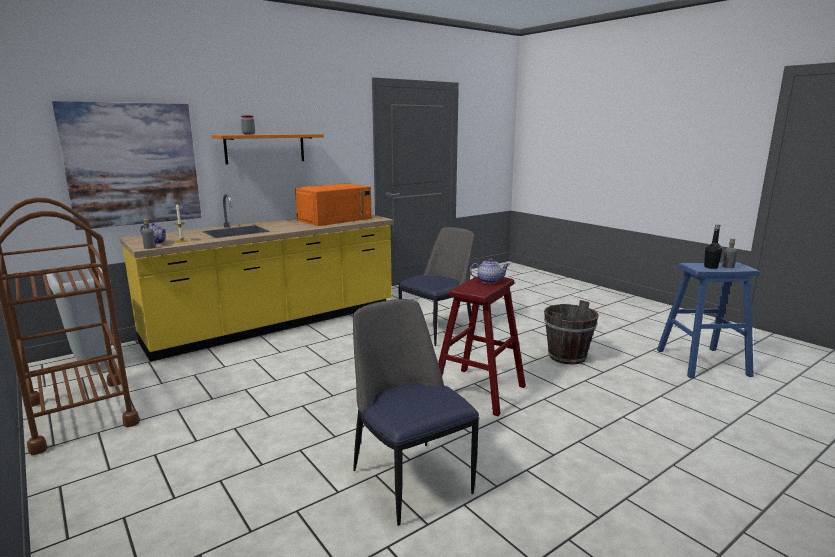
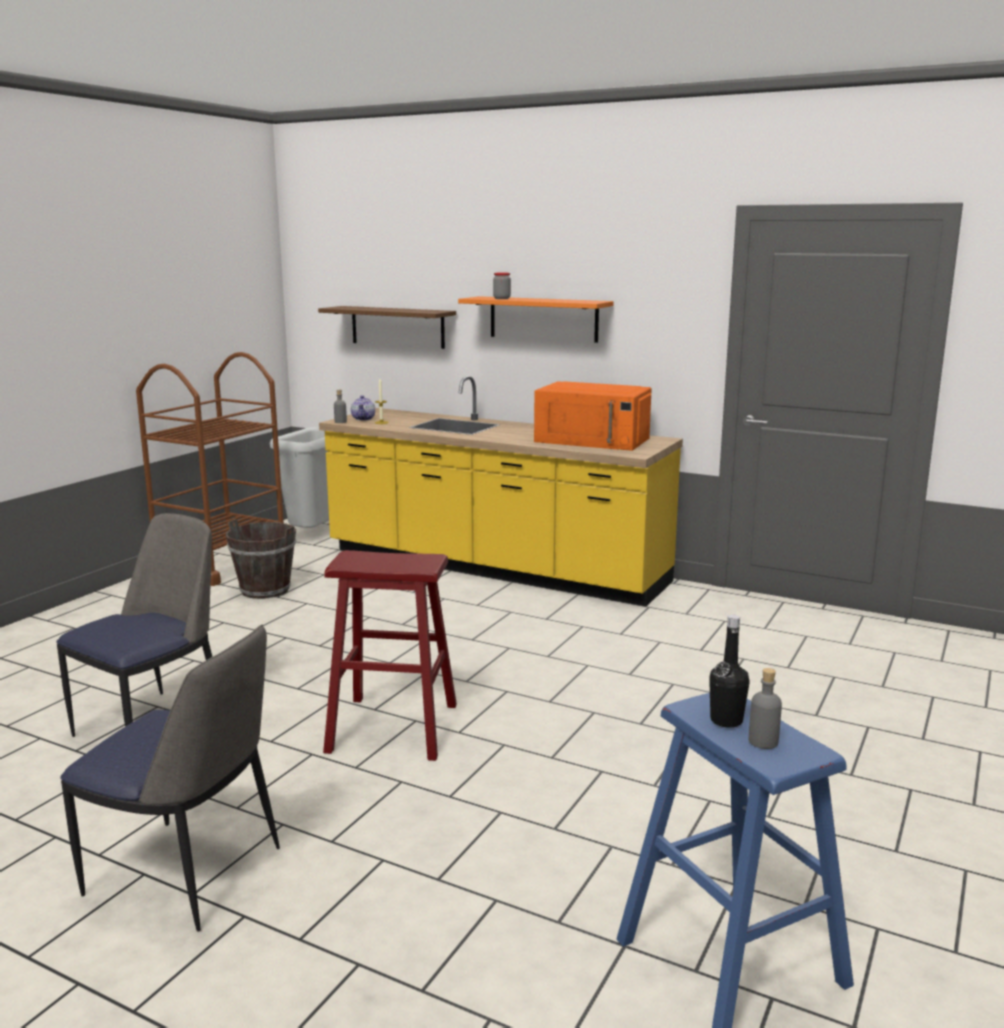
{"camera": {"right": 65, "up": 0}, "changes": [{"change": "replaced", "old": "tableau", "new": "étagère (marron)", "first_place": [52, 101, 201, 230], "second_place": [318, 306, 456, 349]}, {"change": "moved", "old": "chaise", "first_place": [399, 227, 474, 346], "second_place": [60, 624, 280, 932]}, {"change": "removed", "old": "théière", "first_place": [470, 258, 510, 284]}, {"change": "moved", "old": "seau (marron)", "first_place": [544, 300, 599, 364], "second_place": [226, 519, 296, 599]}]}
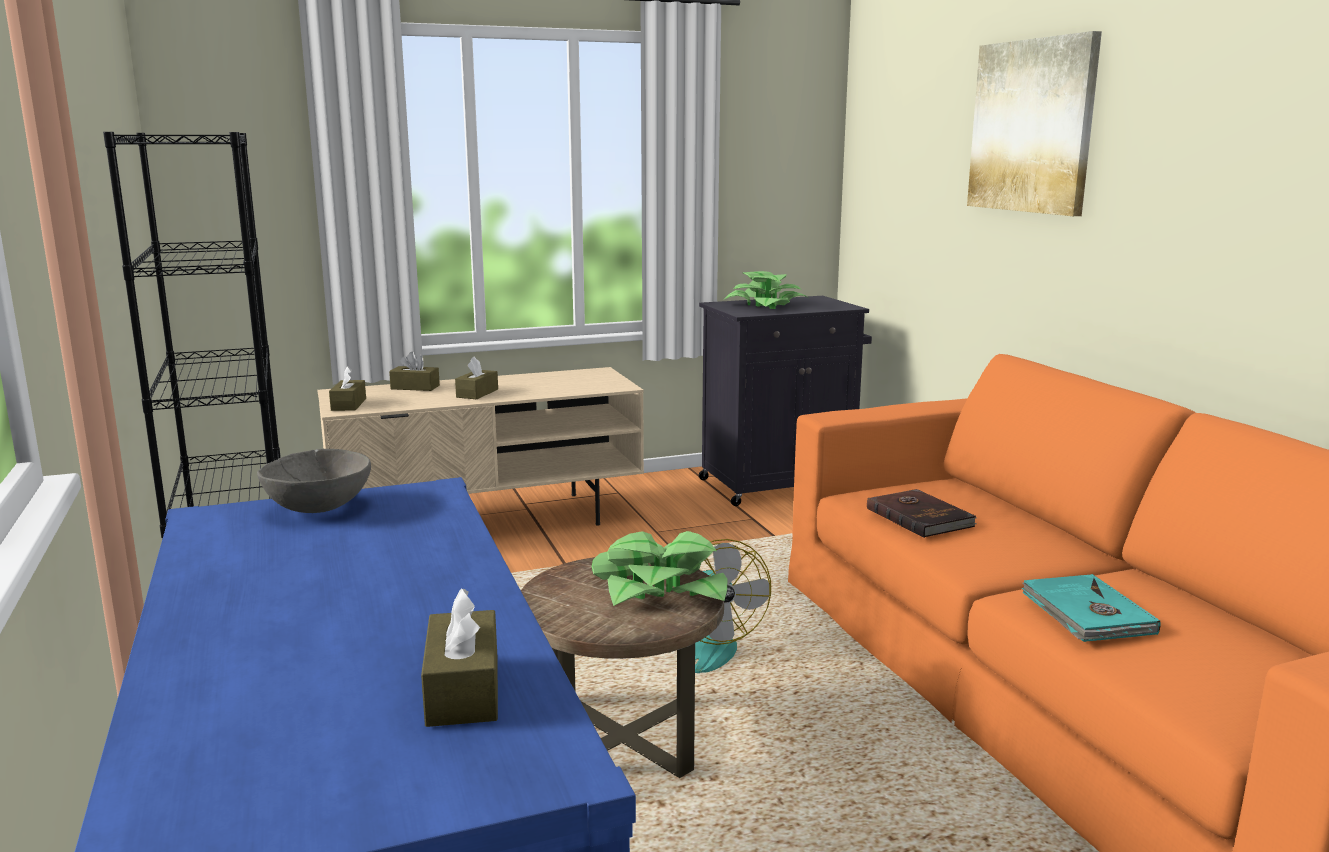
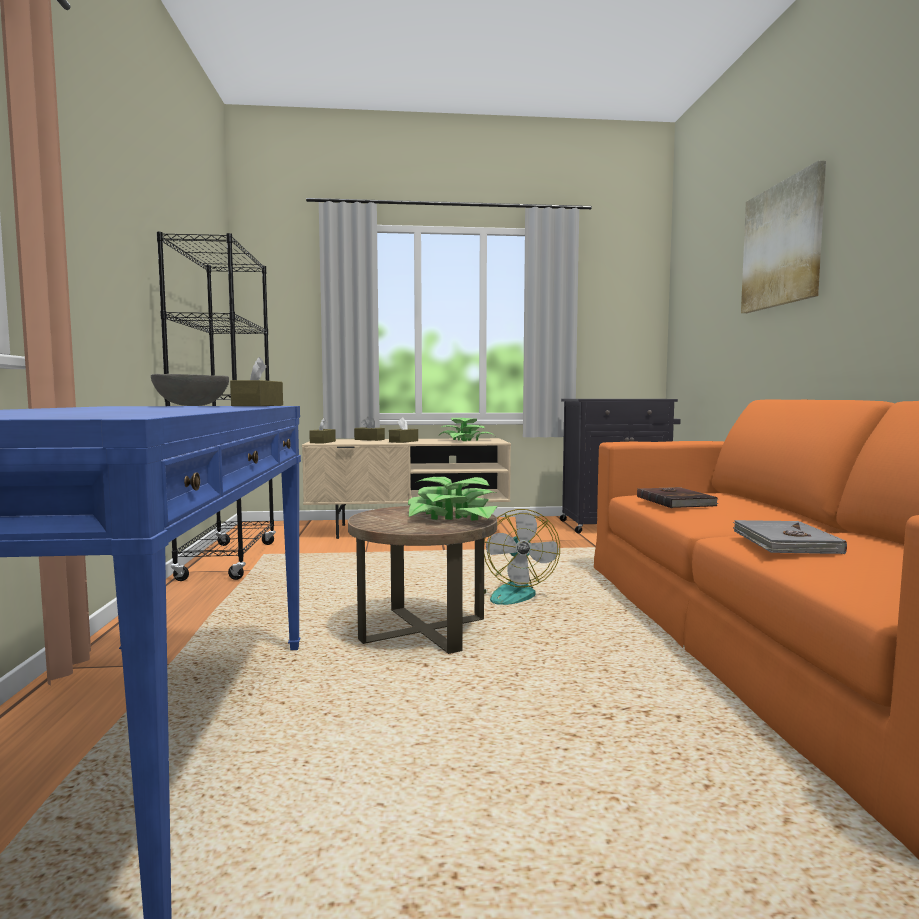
{"camera": {"right": 15, "up": -10}, "changes": [{"change": "moved", "old": "plante en pot", "first_place": [725, 271, 808, 309], "second_place": [438, 418, 495, 441]}, {"change": "recoloured", "old": "livre (turquoise)", "new": "livre (gris)", "first_place": [1021, 574, 1161, 642], "second_place": [733, 520, 847, 554]}, {"change": "moved", "old": "boîte à mouchoirs (marron)", "first_place": [421, 588, 498, 727], "second_place": [230, 357, 283, 406]}]}
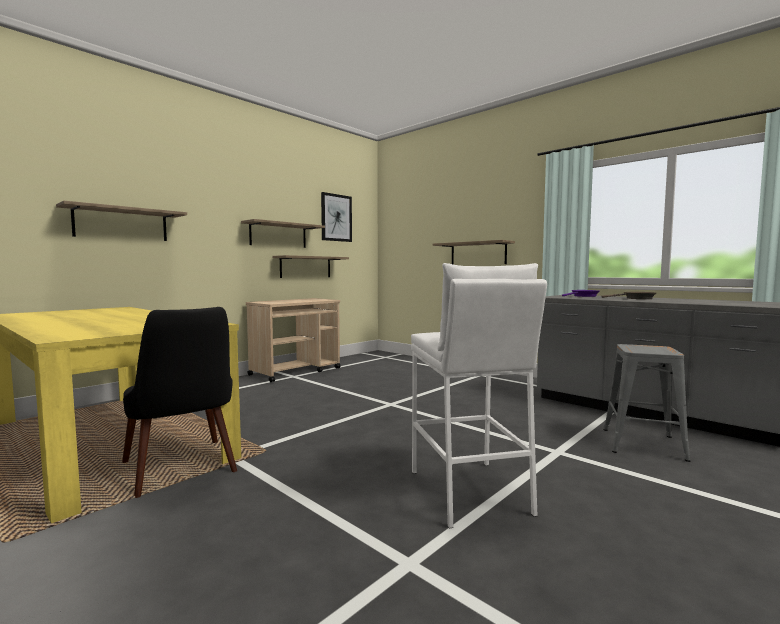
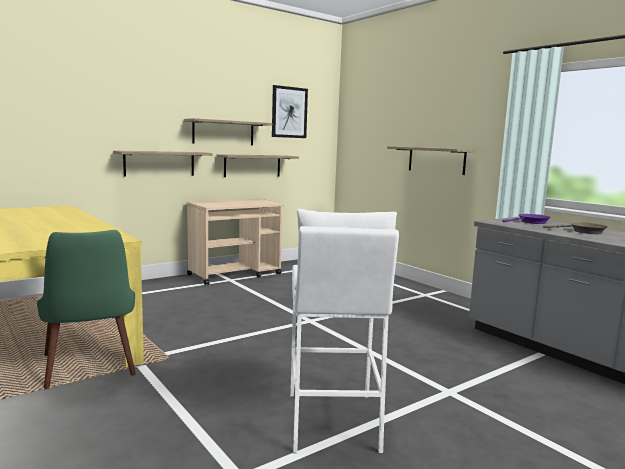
{"camera": {"right": 10, "up": 5}, "changes": [{"change": "moved", "old": "étagère", "first_place": [56, 201, 187, 241], "second_place": [113, 151, 213, 177]}, {"change": "recoloured", "old": "chaise (noir)", "new": "chaise (vert)", "first_place": [122, 307, 237, 498], "second_place": [37, 230, 136, 389]}, {"change": "removed", "old": "tabouret (gris)", "first_place": [604, 344, 691, 462]}]}
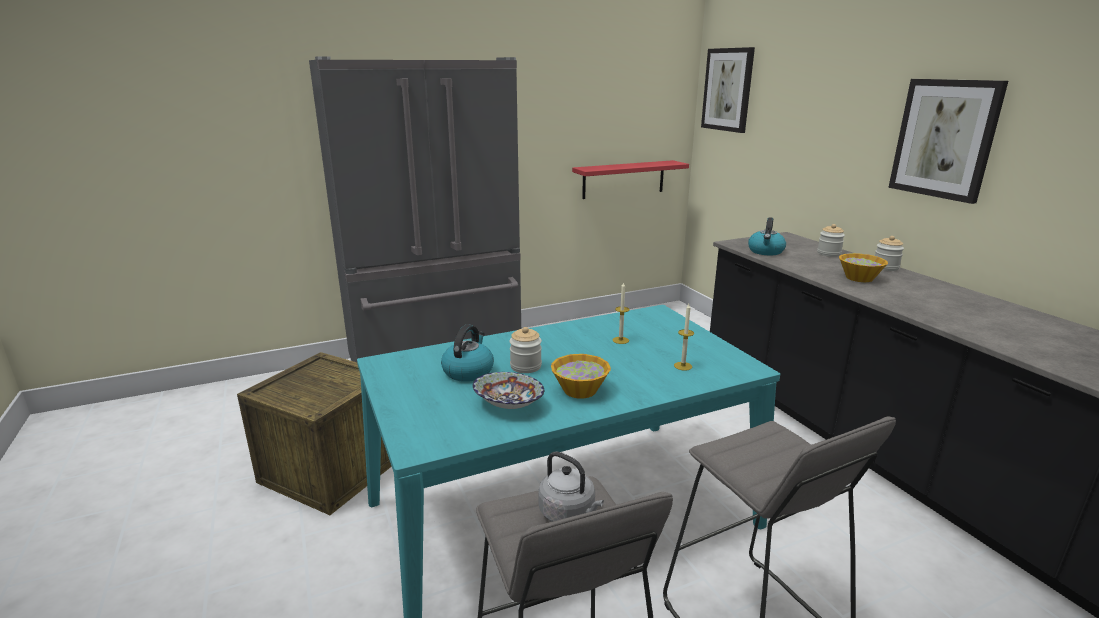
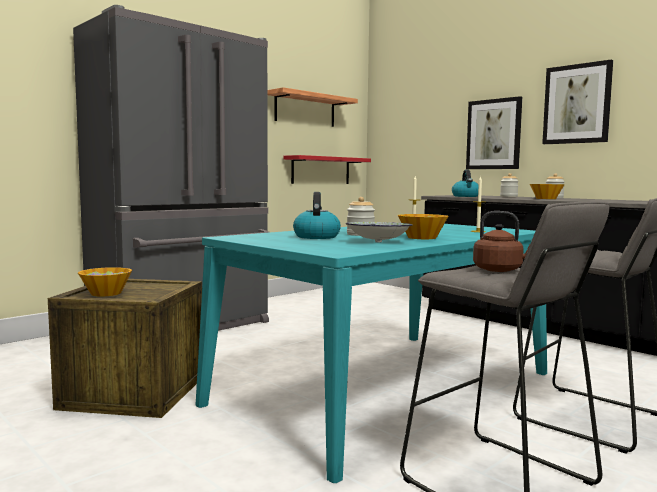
{"camera": {"right": -20, "up": -15}, "changes": [{"change": "moved", "old": "tableau", "first_place": [701, 47, 755, 133], "second_place": [466, 96, 522, 169]}, {"change": "recoloured", "old": "bouilloire (gris)", "new": "bouilloire (marron)", "first_place": [538, 451, 604, 522], "second_place": [473, 211, 531, 272]}, {"change": "added", "new": "étagère", "second_place": [267, 87, 358, 127]}, {"change": "added", "new": "bol", "second_place": [78, 267, 132, 296]}]}
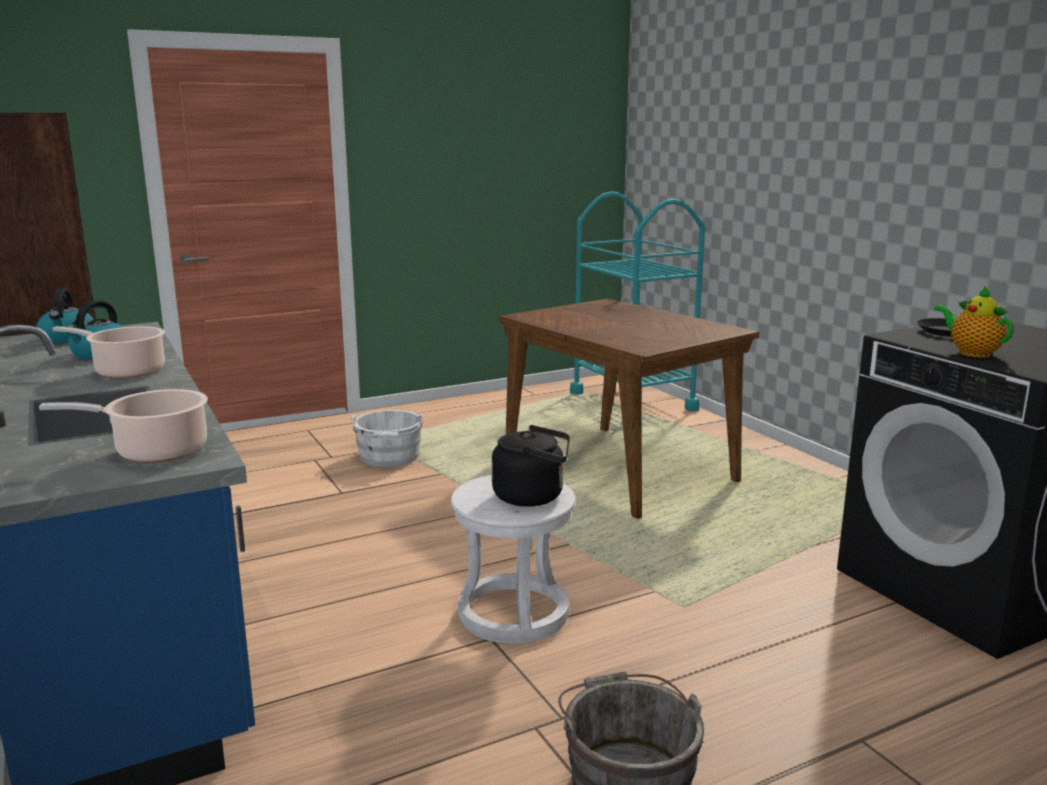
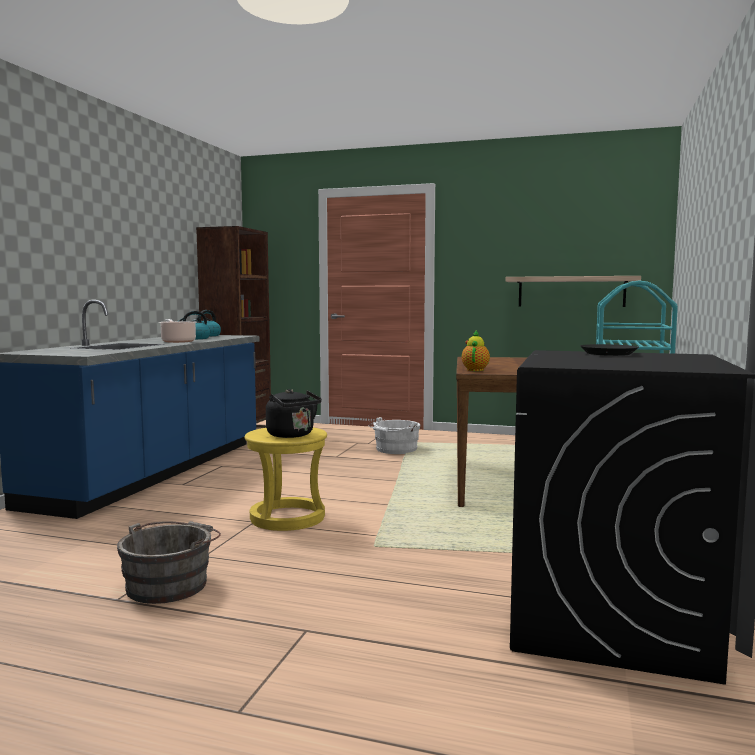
{"camera": {"right": 45, "up": -10}, "changes": [{"change": "moved", "old": "théière", "first_place": [934, 286, 1013, 358], "second_place": [462, 330, 490, 371]}, {"change": "removed", "old": "marmite", "first_place": [39, 389, 208, 463]}, {"change": "recoloured", "old": "tabouret (blanc)", "new": "tabouret (jaune)", "first_place": [451, 475, 576, 644], "second_place": [244, 427, 327, 531]}, {"change": "added", "new": "étagère", "second_place": [505, 276, 641, 307]}]}
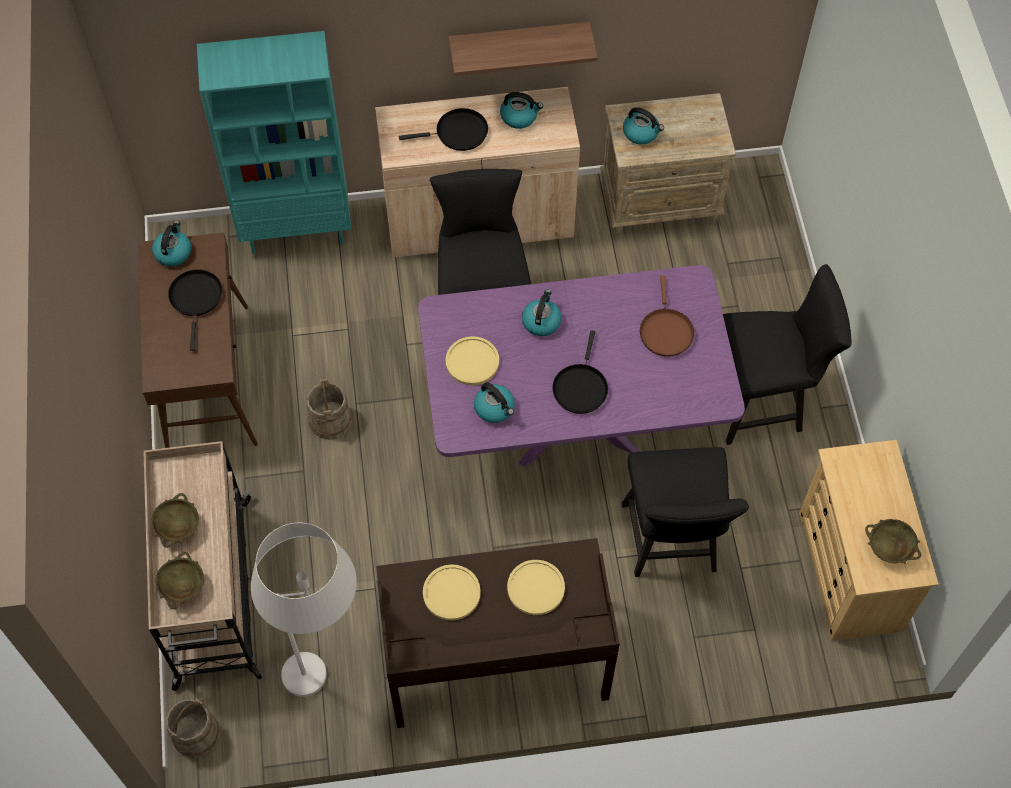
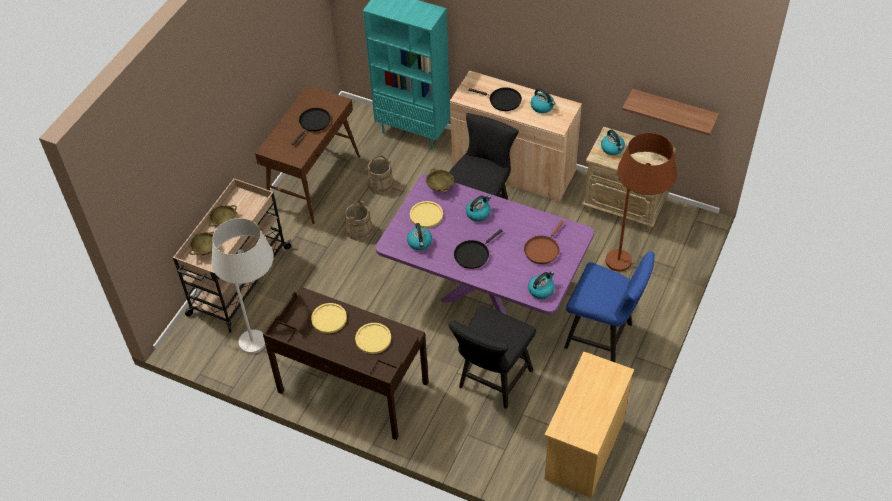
{"camera": {"right": 35, "up": -10}, "changes": [{"change": "moved", "old": "étagère", "first_place": [449, 22, 598, 76], "second_place": [622, 89, 719, 136]}, {"change": "moved", "old": "bouilloire", "first_place": [152, 221, 191, 267], "second_place": [528, 271, 554, 299]}, {"change": "recoloured", "old": "chaise (noir)", "new": "chaise (bleu)", "first_place": [723, 264, 852, 445], "second_place": [564, 252, 655, 362]}, {"change": "moved", "old": "bol (beige)", "first_place": [865, 519, 921, 564], "second_place": [426, 169, 454, 193]}, {"change": "moved", "old": "seau (beige)", "first_place": [166, 697, 220, 758], "second_place": [366, 155, 394, 194]}, {"change": "added", "new": "lampadaire (marron)", "second_place": [606, 133, 677, 272]}]}
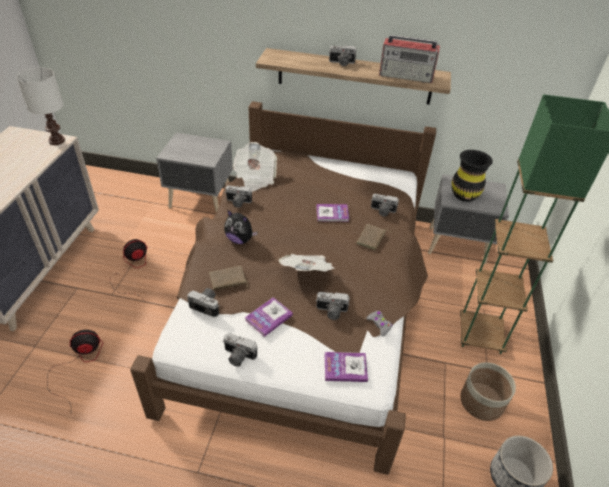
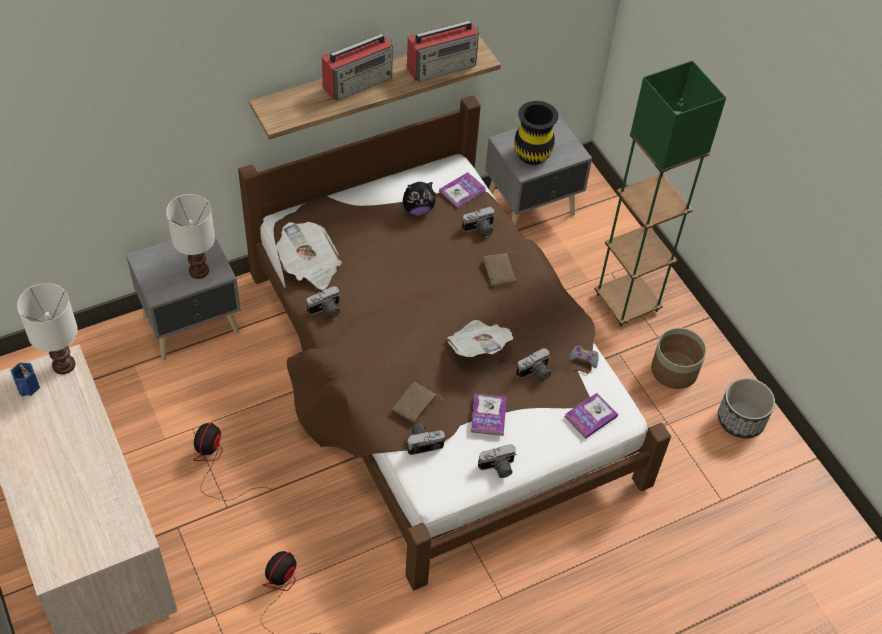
{"camera": {"right": -40, "up": 10}, "changes": [{"change": "replaced", "old": "appareil photo", "new": "radio", "first_place": [329, 46, 357, 66], "second_place": [322, 33, 393, 101]}, {"change": "moved", "old": "livre", "first_place": [316, 204, 349, 222], "second_place": [439, 172, 486, 208]}, {"change": "moved", "old": "peluche", "first_place": [224, 210, 258, 244], "second_place": [403, 182, 436, 215]}, {"change": "added", "new": "lampe de table (blanc)", "second_place": [166, 194, 215, 279]}, {"change": "added", "new": "mug (bleu)", "second_place": [11, 363, 40, 396]}]}
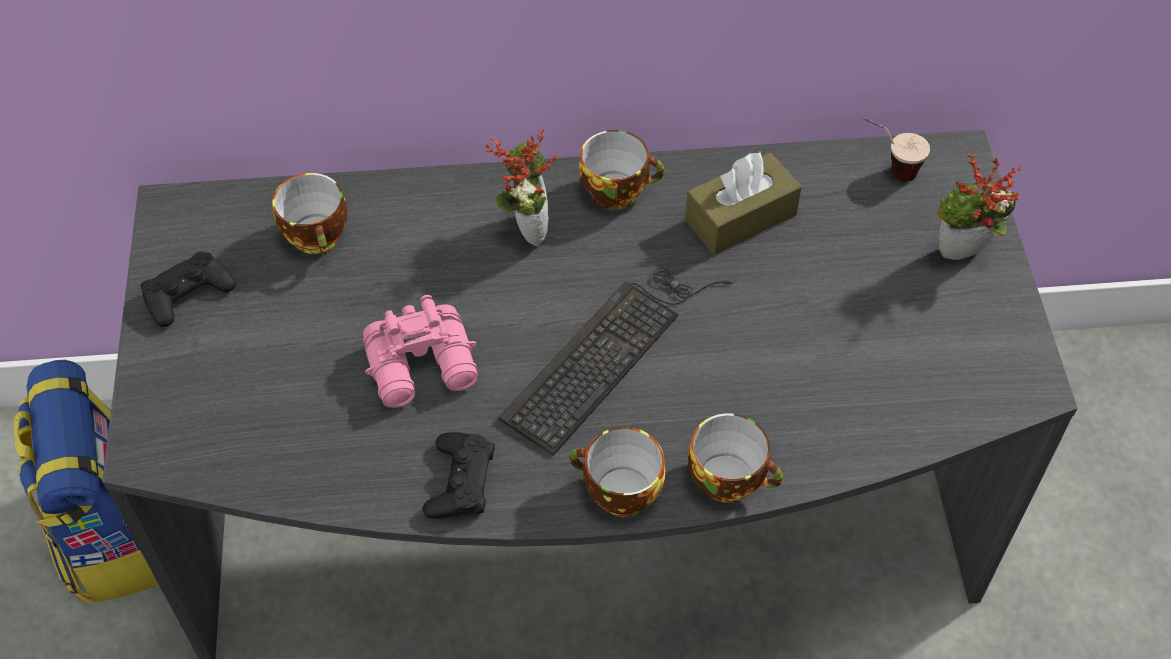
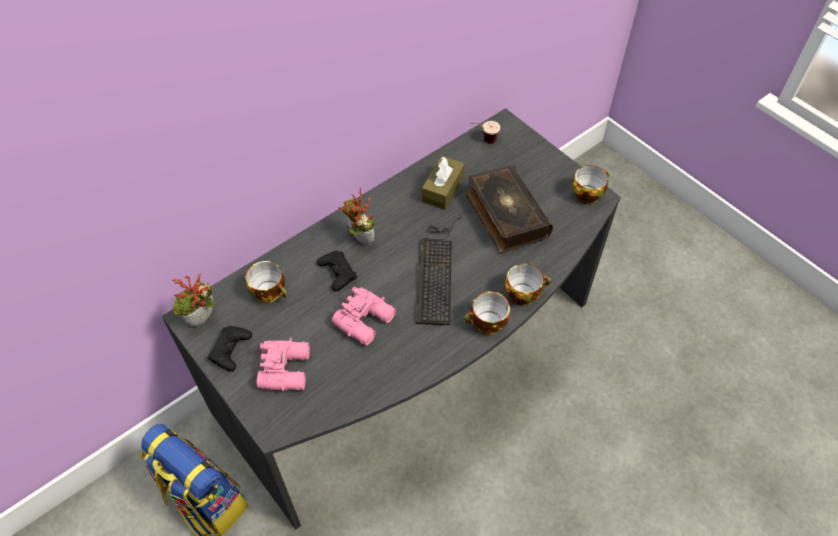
{"camera": {"right": -35, "up": 0}, "changes": [{"change": "moved", "old": "tasse", "first_place": [579, 130, 665, 209], "second_place": [572, 165, 610, 204]}, {"change": "moved", "old": "plante en pot", "first_place": [937, 153, 1021, 260], "second_place": [172, 273, 214, 327]}, {"change": "moved", "old": "manette (noir)", "first_place": [423, 432, 495, 519], "second_place": [317, 251, 357, 291]}, {"change": "added", "new": "livre", "second_place": [466, 165, 553, 253]}, {"change": "added", "new": "jumelles (rose)", "second_place": [257, 338, 310, 391]}]}
